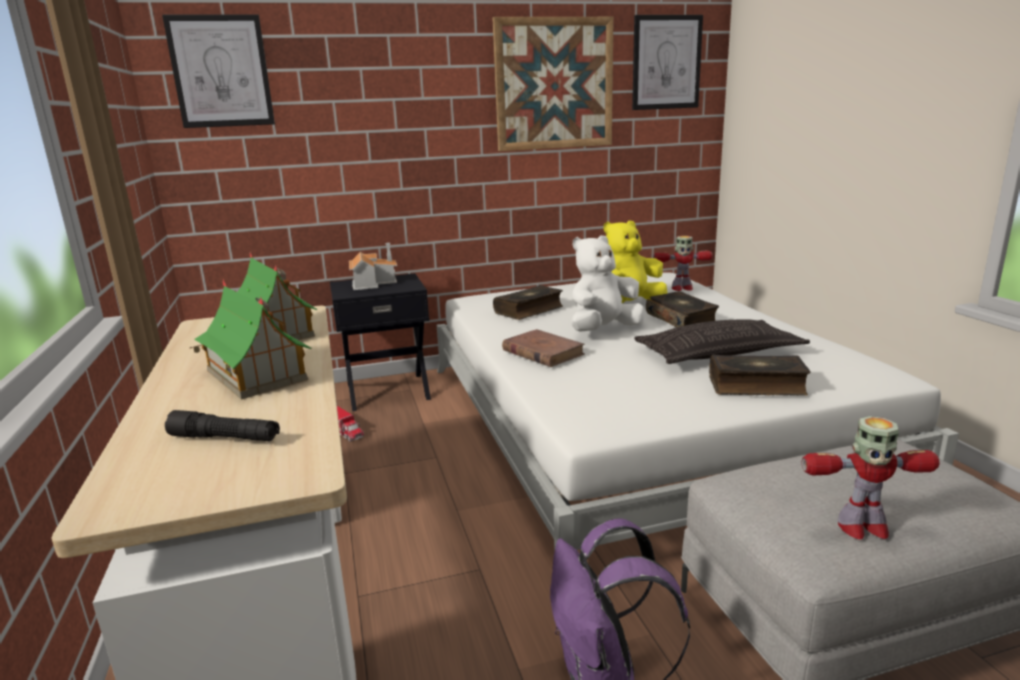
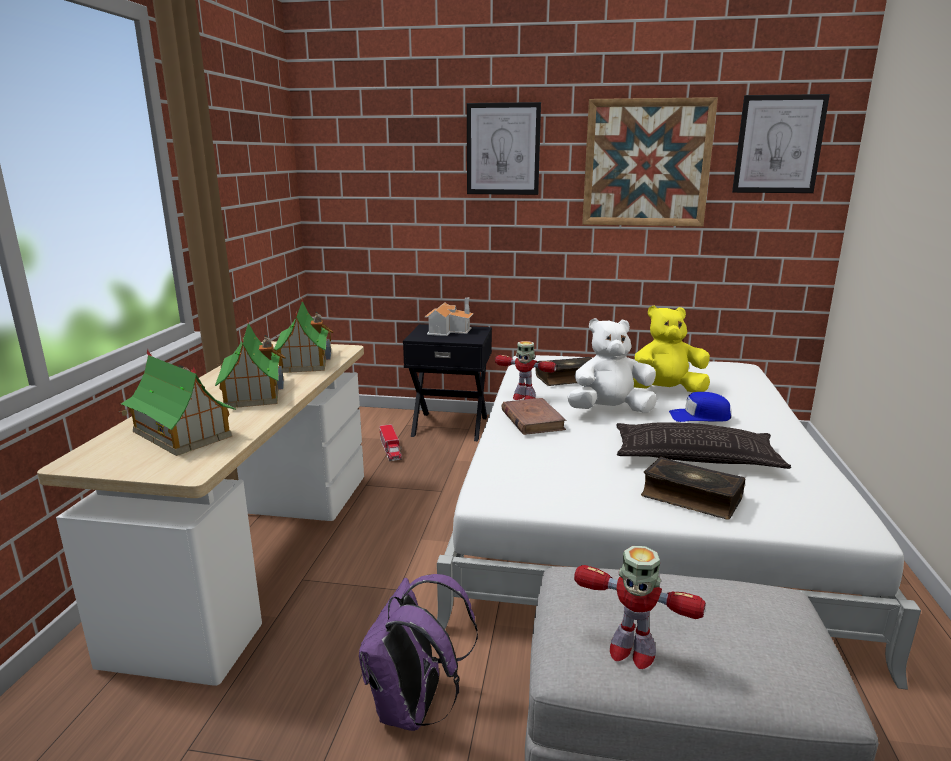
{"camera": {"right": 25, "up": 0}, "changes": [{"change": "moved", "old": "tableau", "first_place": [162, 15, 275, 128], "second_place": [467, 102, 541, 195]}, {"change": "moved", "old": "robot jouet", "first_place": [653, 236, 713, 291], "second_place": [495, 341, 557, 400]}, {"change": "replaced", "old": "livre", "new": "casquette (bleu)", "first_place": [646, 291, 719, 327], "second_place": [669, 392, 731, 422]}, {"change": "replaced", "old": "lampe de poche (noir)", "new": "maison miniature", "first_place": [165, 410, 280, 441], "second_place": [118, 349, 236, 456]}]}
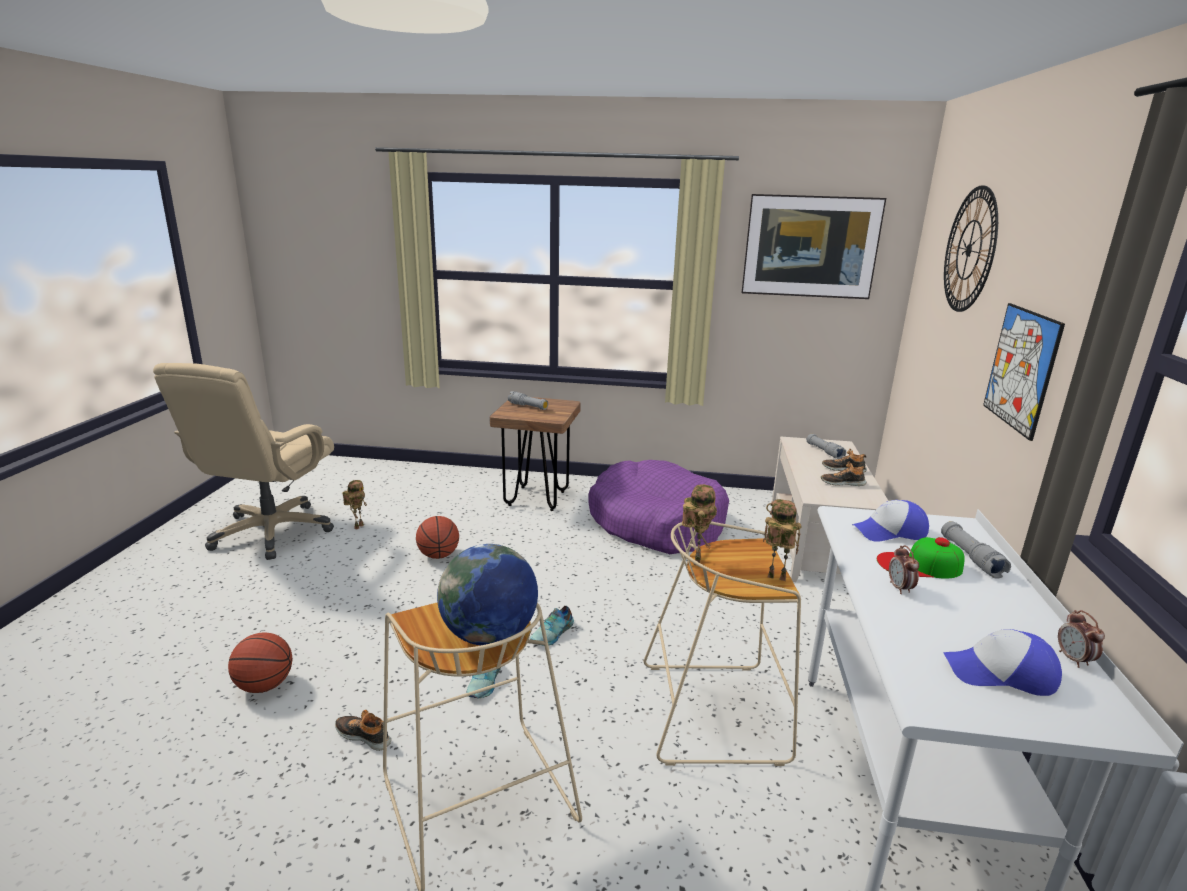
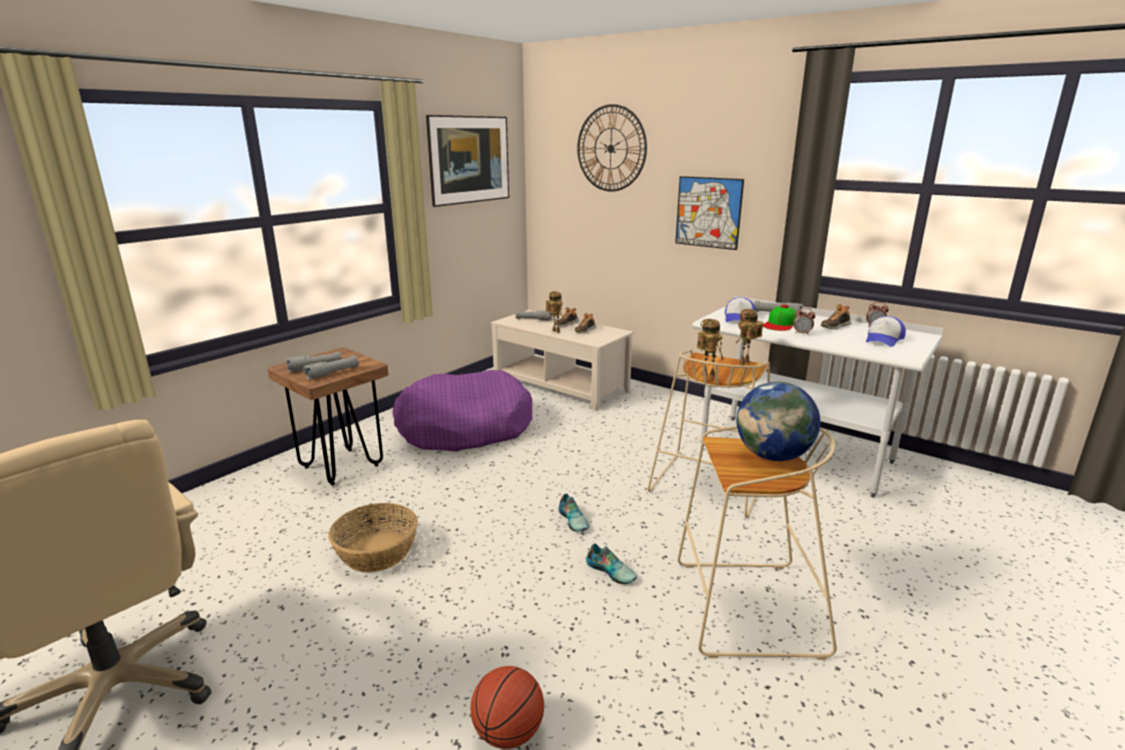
{"camera": {"right": -60, "up": 0}, "changes": [{"change": "moved", "old": "robot jouet", "first_place": [343, 480, 367, 529], "second_place": [546, 291, 565, 333]}, {"change": "replaced", "old": "ballon de basket", "new": "panier", "first_place": [416, 516, 459, 559], "second_place": [328, 503, 418, 572]}, {"change": "moved", "old": "chaussure", "first_place": [335, 710, 391, 751], "second_place": [821, 304, 852, 329]}, {"change": "added", "new": "lampe de poche (gris)", "second_place": [303, 355, 359, 380]}]}
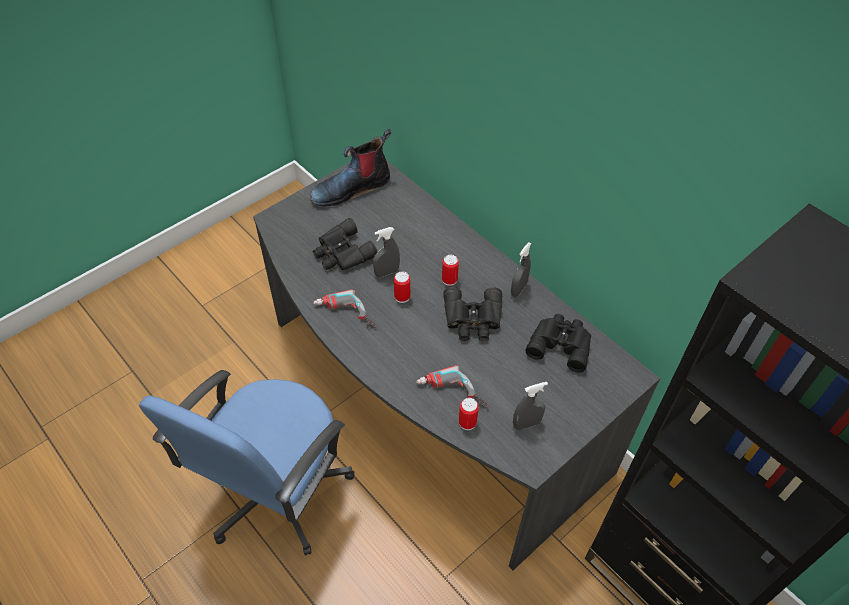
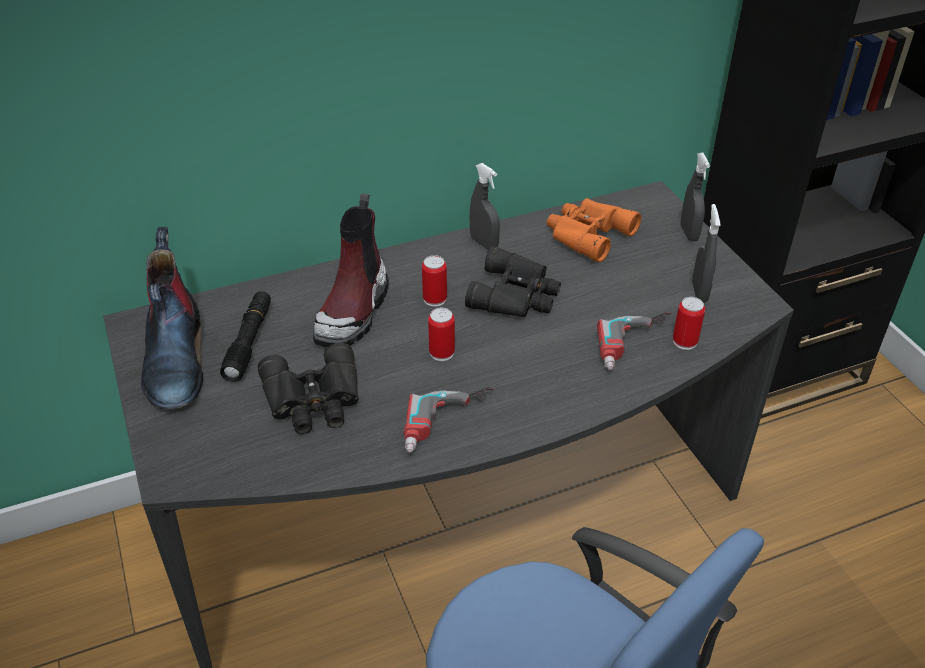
{"camera": {"right": -70, "up": -10}, "changes": [{"change": "moved", "old": "vaporisateur (gris)", "first_place": [373, 227, 400, 277], "second_place": [680, 153, 710, 241]}, {"change": "recoloured", "old": "jumelles (noir)", "new": "jumelles (orange)", "first_place": [526, 314, 591, 373], "second_place": [547, 198, 641, 262]}, {"change": "added", "new": "botte", "second_place": [313, 193, 389, 348]}, {"change": "added", "new": "lampe de poche (noir)", "second_place": [220, 291, 271, 382]}]}
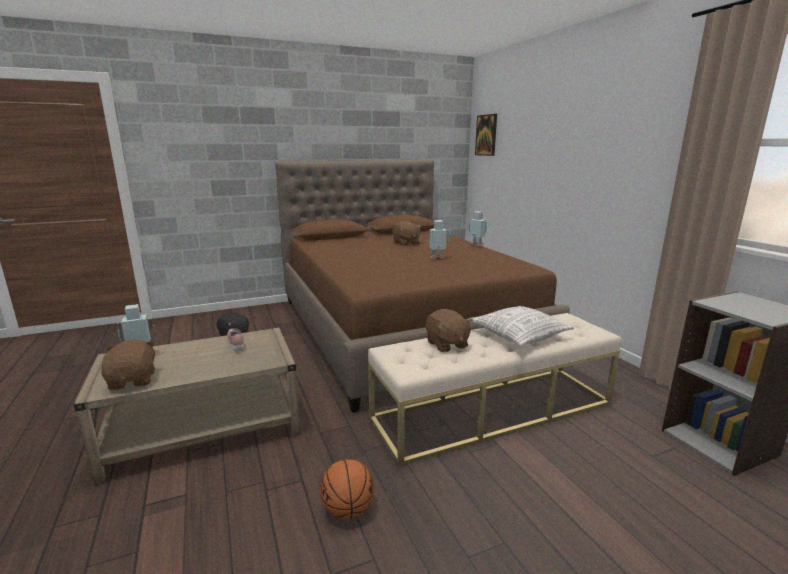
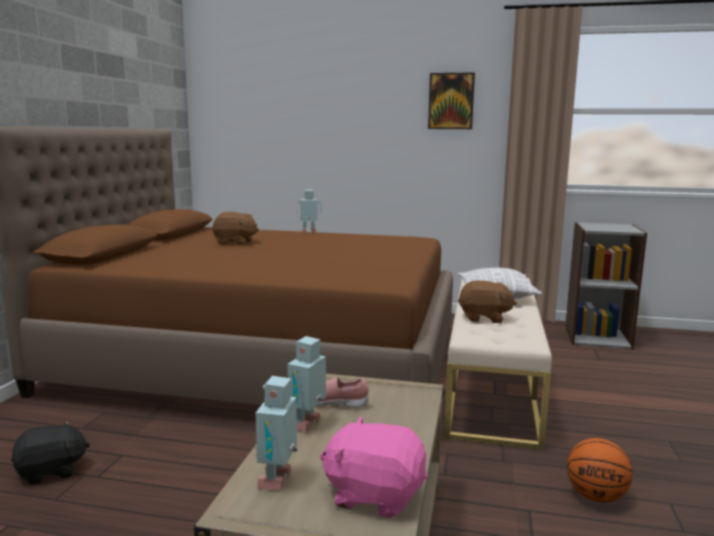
{"camera": {"right": -55, "up": -5}, "changes": [{"change": "moved", "old": "tableau", "first_place": [475, 114, 497, 156], "second_place": [428, 72, 475, 129]}, {"change": "moved", "old": "robot jouet", "first_place": [427, 220, 450, 259], "second_place": [287, 336, 326, 432]}, {"change": "recoloured", "old": "peluche (marron)", "new": "peluche (rose)", "first_place": [101, 340, 156, 390], "second_place": [320, 416, 428, 518]}]}
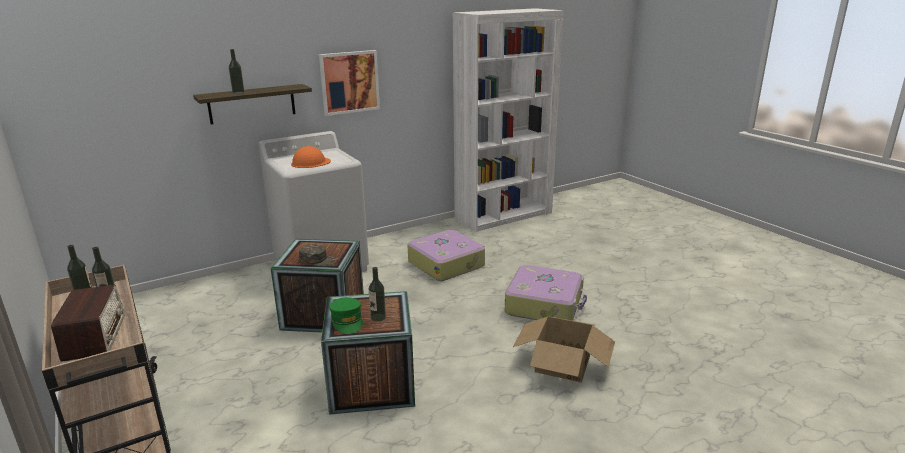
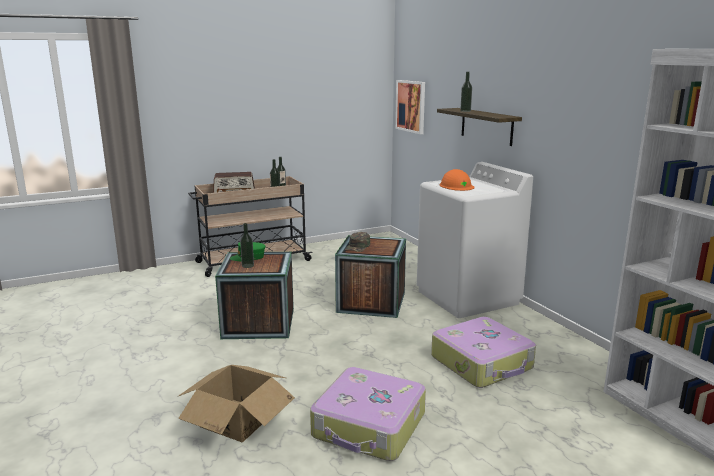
{"camera": {"right": 95, "up": -5}, "changes": [{"change": "moved", "old": "tableau", "first_place": [319, 50, 380, 116], "second_place": [395, 80, 425, 134]}]}
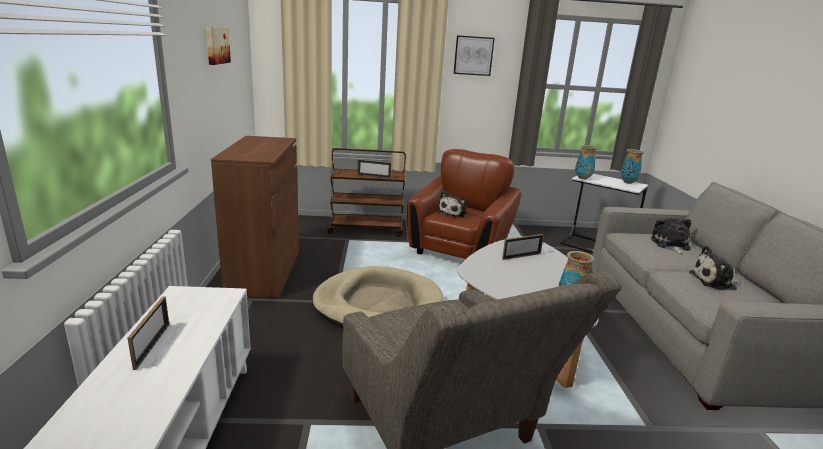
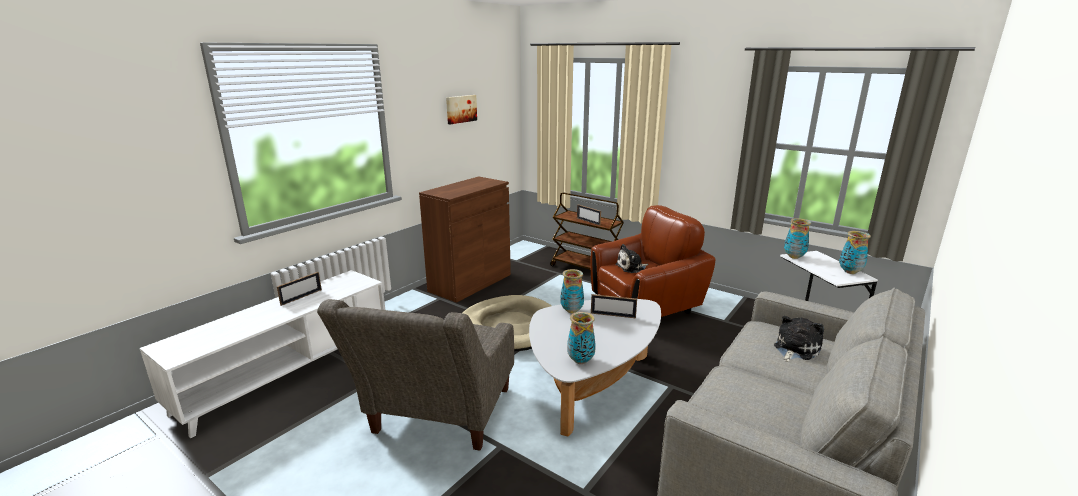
{"camera": {"right": 40, "up": 0}, "changes": [{"change": "removed", "old": "tableau", "first_place": [454, 35, 495, 76]}, {"change": "removed", "old": "peluche", "first_place": [689, 246, 742, 290]}, {"change": "added", "new": "vase", "second_place": [560, 269, 584, 313]}]}
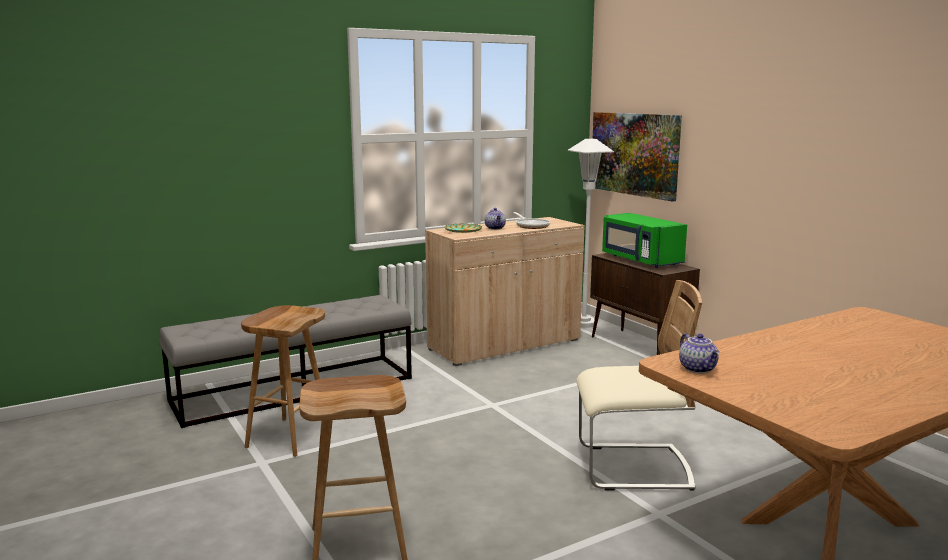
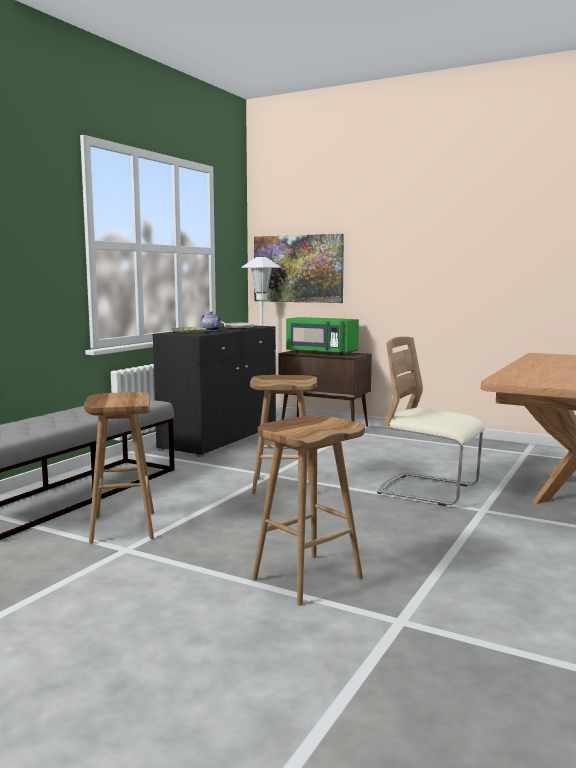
{"camera": {"right": -30, "up": -5}, "changes": [{"change": "recoloured", "old": "meuble de rangement (beige)", "new": "meuble de rangement (noir)", "first_place": [425, 217, 584, 366], "second_place": [152, 326, 276, 457]}, {"change": "turned", "old": "chaise (beige)", "first_place": [576, 280, 702, 491], "second_place": [377, 336, 485, 506], "degrees": -120}, {"change": "removed", "old": "théière", "first_place": [679, 333, 720, 373]}, {"change": "added", "new": "tabouret (marron)", "second_place": [250, 375, 317, 494]}]}
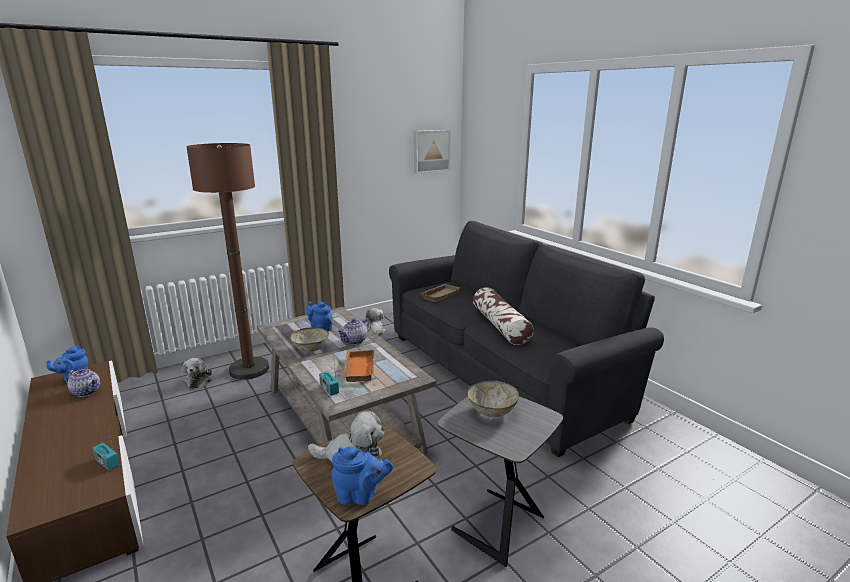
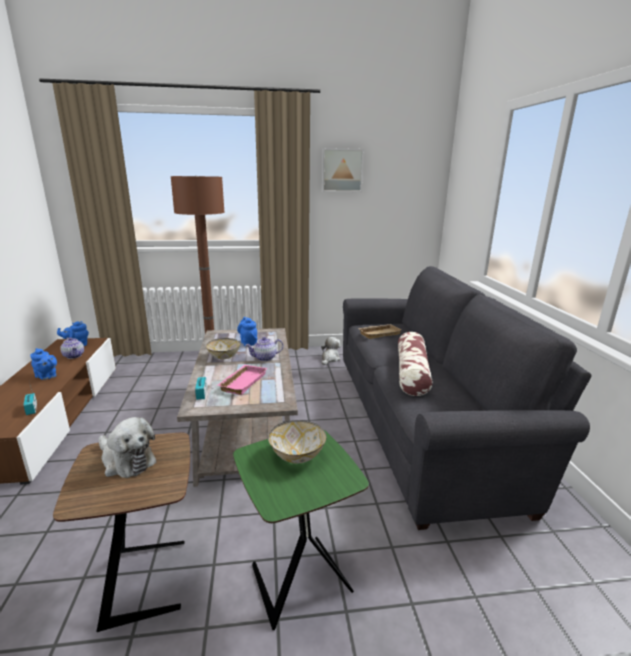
{"camera": {"right": 25, "up": 0}, "changes": [{"change": "moved", "old": "tableau", "first_place": [414, 130, 451, 173], "second_place": [322, 148, 364, 192]}, {"change": "recoloured", "old": "plateau (orange)", "new": "plateau (rose)", "first_place": [343, 350, 374, 382], "second_place": [218, 365, 267, 395]}, {"change": "removed", "old": "peluche", "first_place": [183, 358, 212, 388]}, {"change": "recoloured", "old": "table d'appoint (gris)", "new": "table d'appoint (vert)", "first_place": [438, 396, 563, 567], "second_place": [233, 429, 369, 630]}, {"change": "moved", "old": "théière (bleu)", "first_place": [331, 446, 393, 505], "second_place": [30, 348, 57, 380]}]}
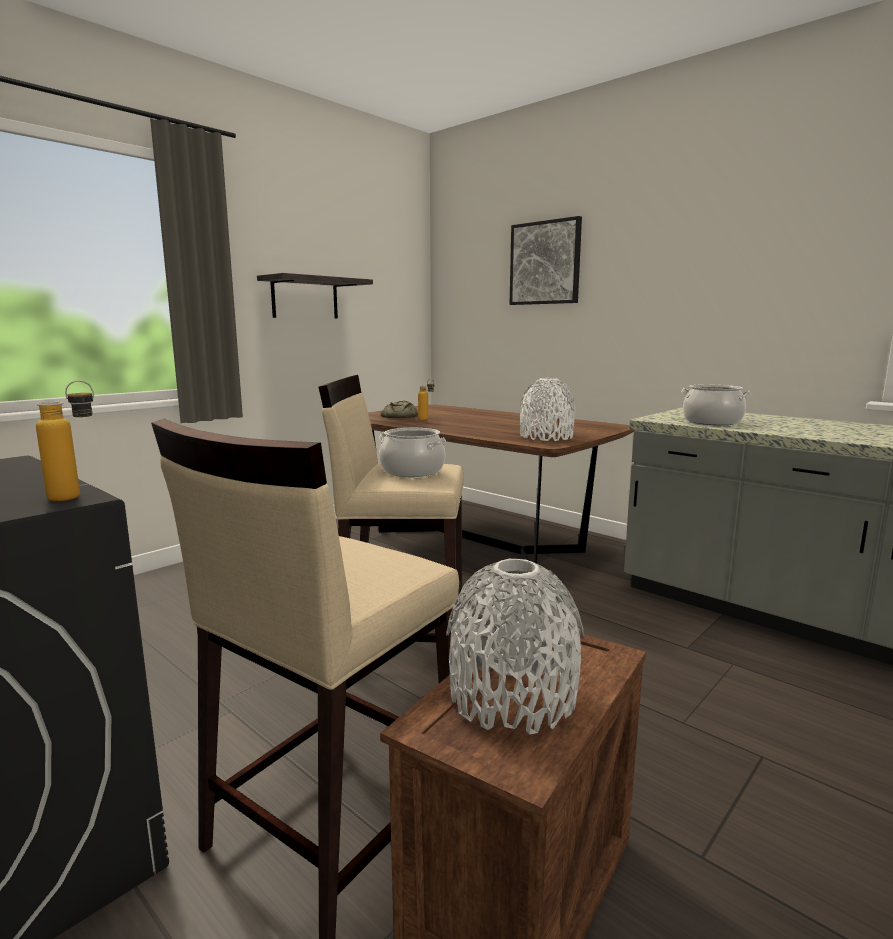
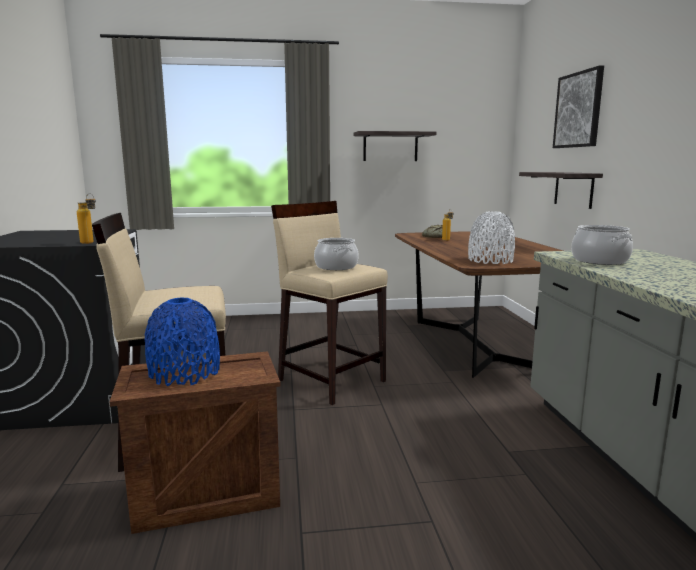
{"camera": {"right": 40, "up": 0}, "changes": [{"change": "recoloured", "old": "vase (gris)", "new": "vase (bleu)", "first_place": [446, 559, 584, 735], "second_place": [145, 298, 220, 386]}, {"change": "added", "new": "étagère", "second_place": [519, 172, 603, 209]}]}
